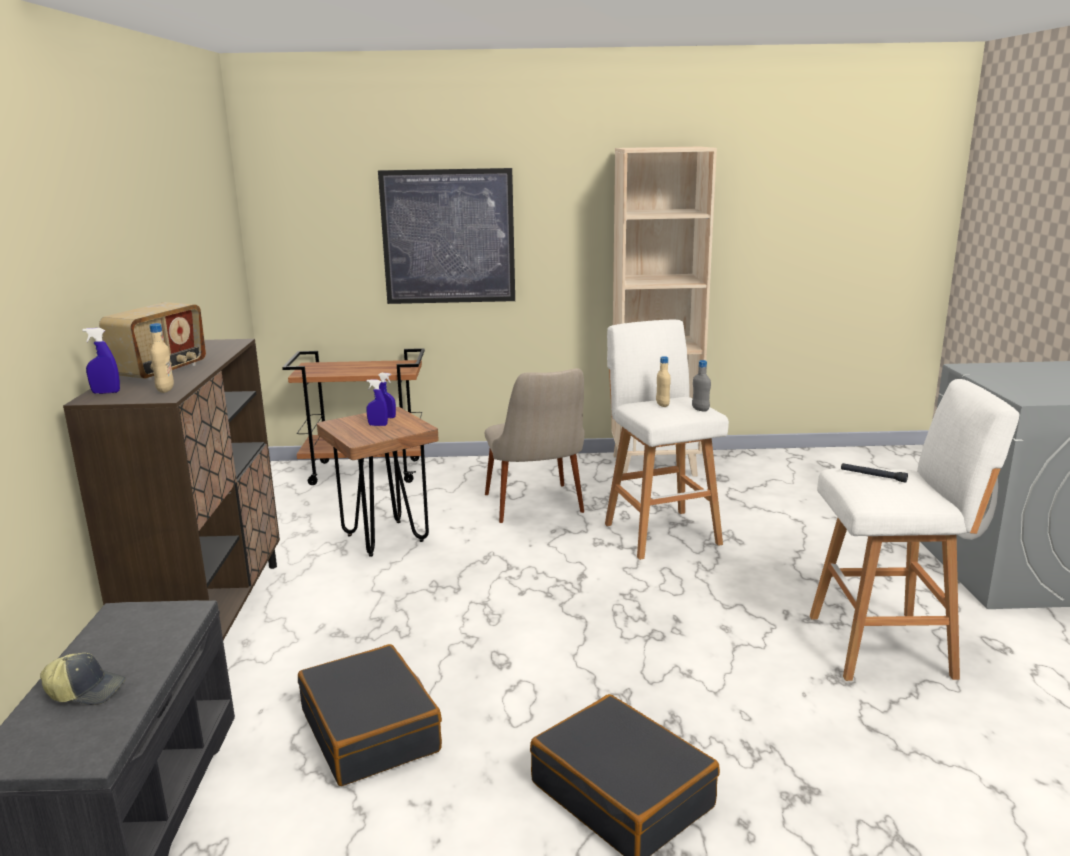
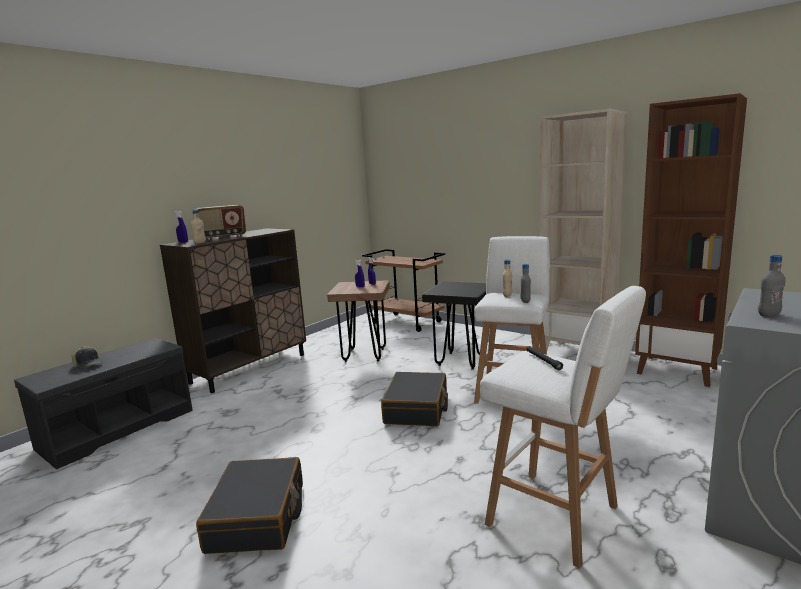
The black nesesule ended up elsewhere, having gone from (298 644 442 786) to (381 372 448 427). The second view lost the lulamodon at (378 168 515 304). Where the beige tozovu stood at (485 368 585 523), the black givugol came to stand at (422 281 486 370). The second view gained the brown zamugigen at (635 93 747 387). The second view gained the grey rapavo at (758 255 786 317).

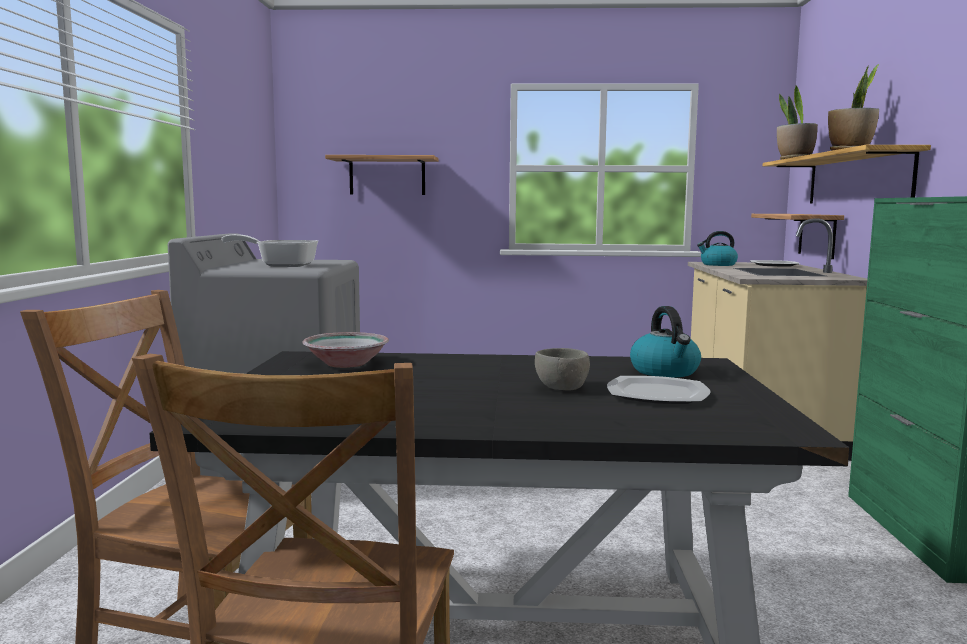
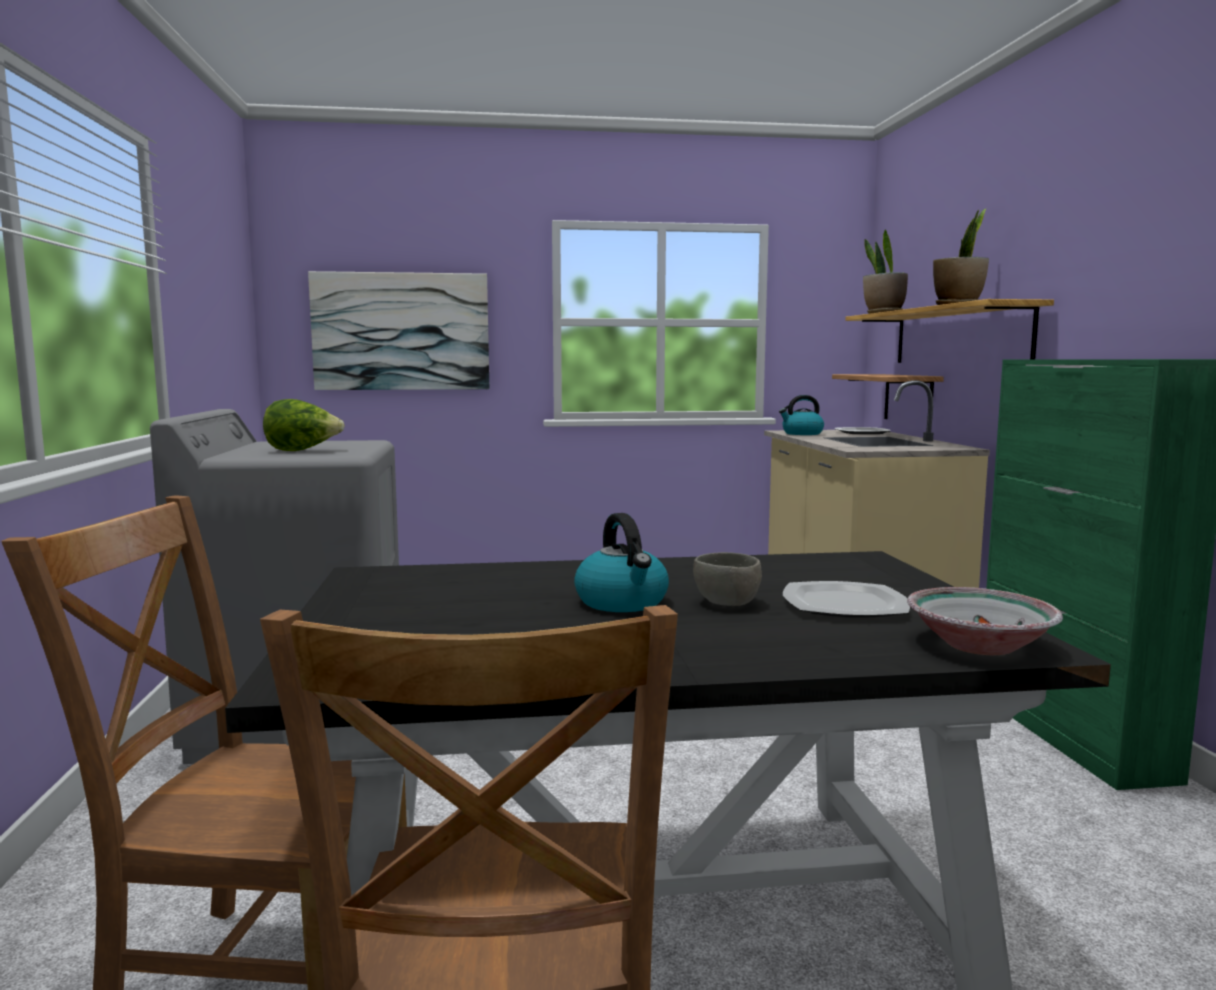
Where the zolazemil stood at (221 234 318 267), the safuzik came to stand at (263 399 345 451). The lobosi ended up elsewhere, having gone from (302 332 389 368) to (907 587 1063 655). Where the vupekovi hung at (325 155 439 195), the lulamodon came to hang at (308 271 489 390). The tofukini ended up elsewhere, having gone from (630 306 701 378) to (574 513 669 612).

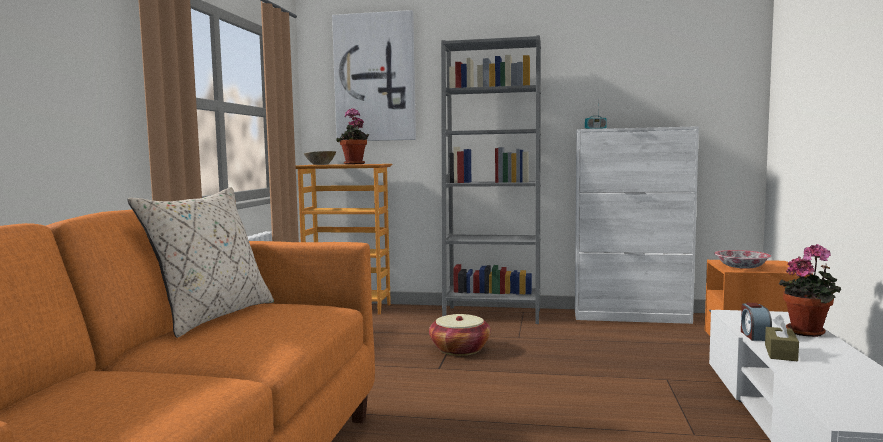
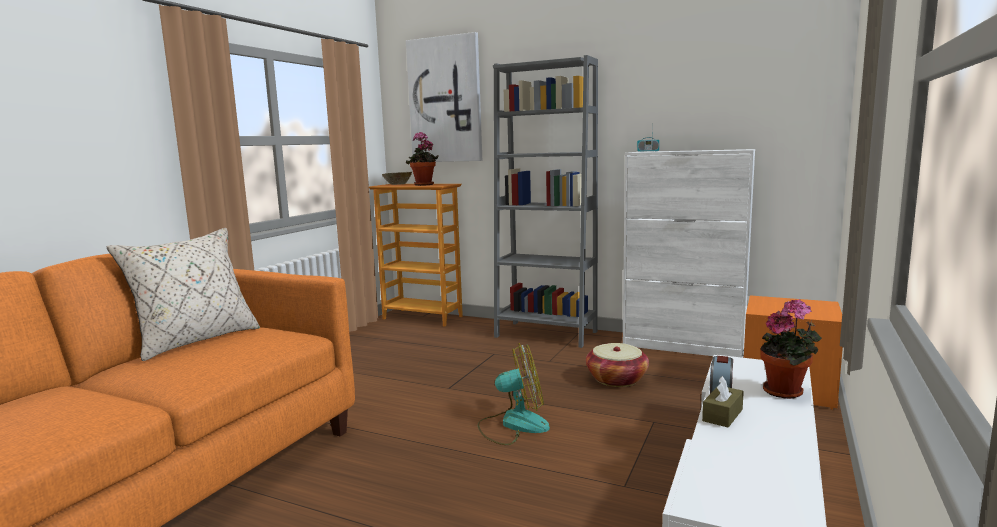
The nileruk ended up elsewhere, having gone from (429 314 491 356) to (586 343 649 387). The second view lost the lobosi at (714 250 771 269). The second view gained the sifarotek at (478 343 550 445).

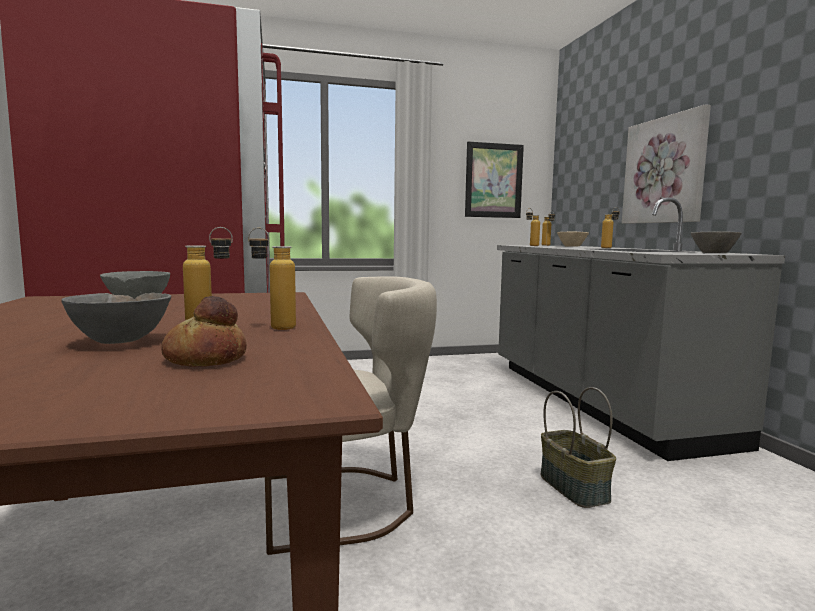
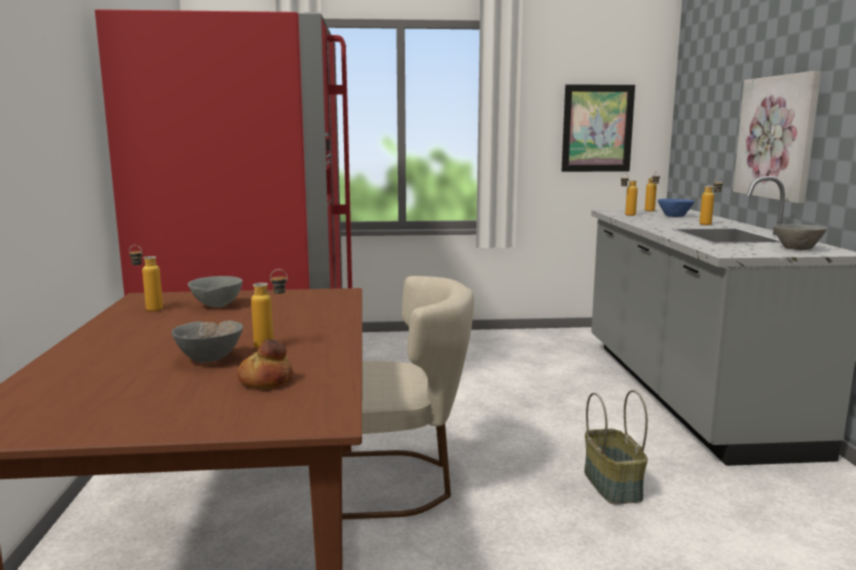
The rapavo ended up elsewhere, having gone from (248 228 296 330) to (129 245 163 311). What was the beige lobosi at (557 232 589 247) turned into the blue lobosi at (658 199 695 217).

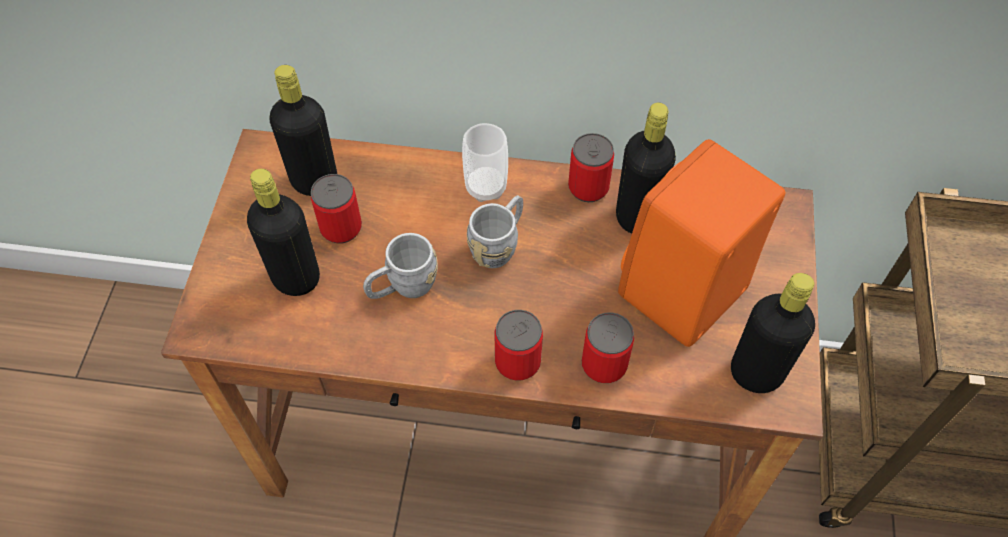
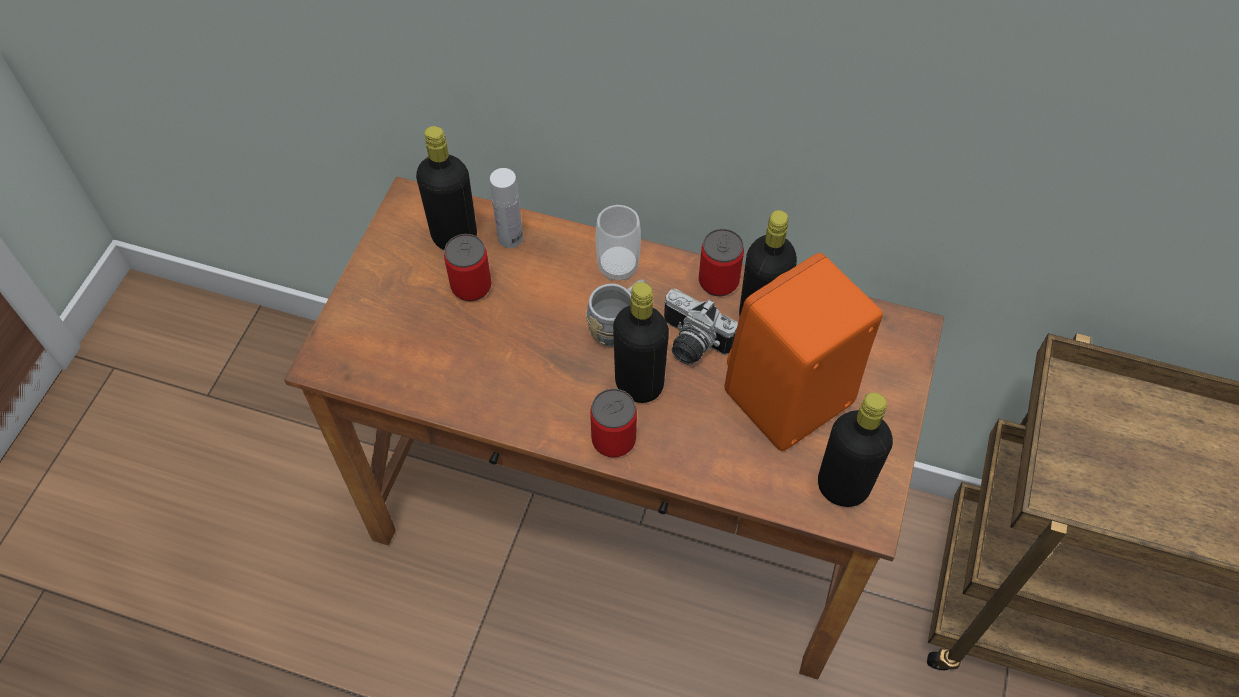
The black rapavo ended up elsewhere, having gone from (247 169 320 296) to (613 282 669 403). The second view lost the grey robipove at (363 233 438 299). The second view lost the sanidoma at (582 312 634 383). The second view gained the white rapavo at (490 168 523 248). The second view gained the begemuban at (664 289 738 365).

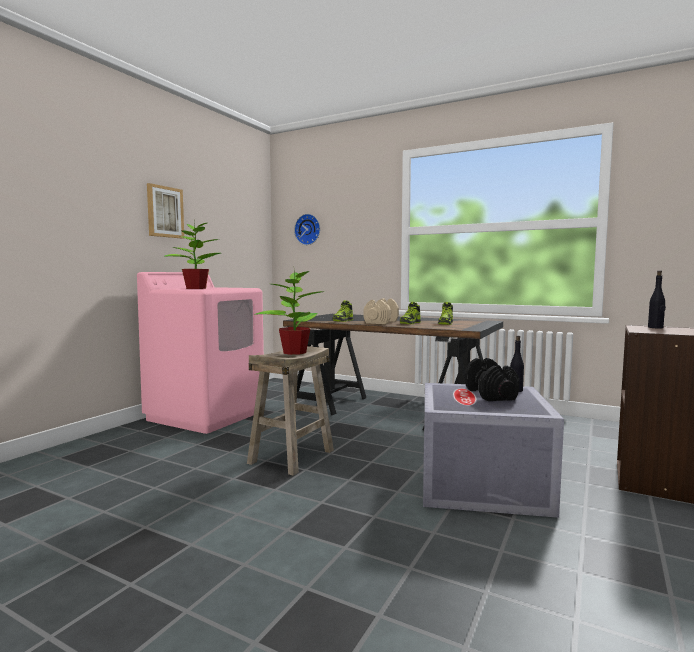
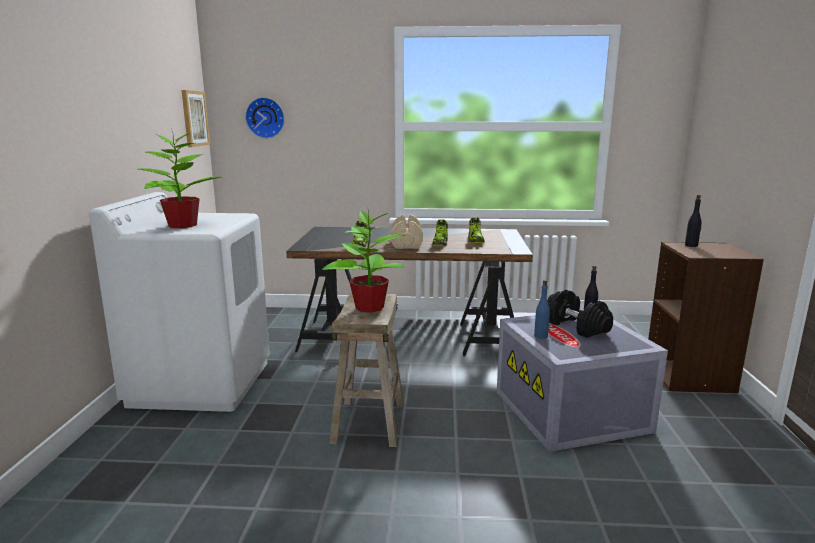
What was the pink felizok at (137 272 264 434) turned into the white felizok at (89 192 270 412). The lulamodon ended up elsewhere, having gone from (147 183 184 239) to (181 90 210 147). The second view gained the blue rapavo at (534 280 550 339).

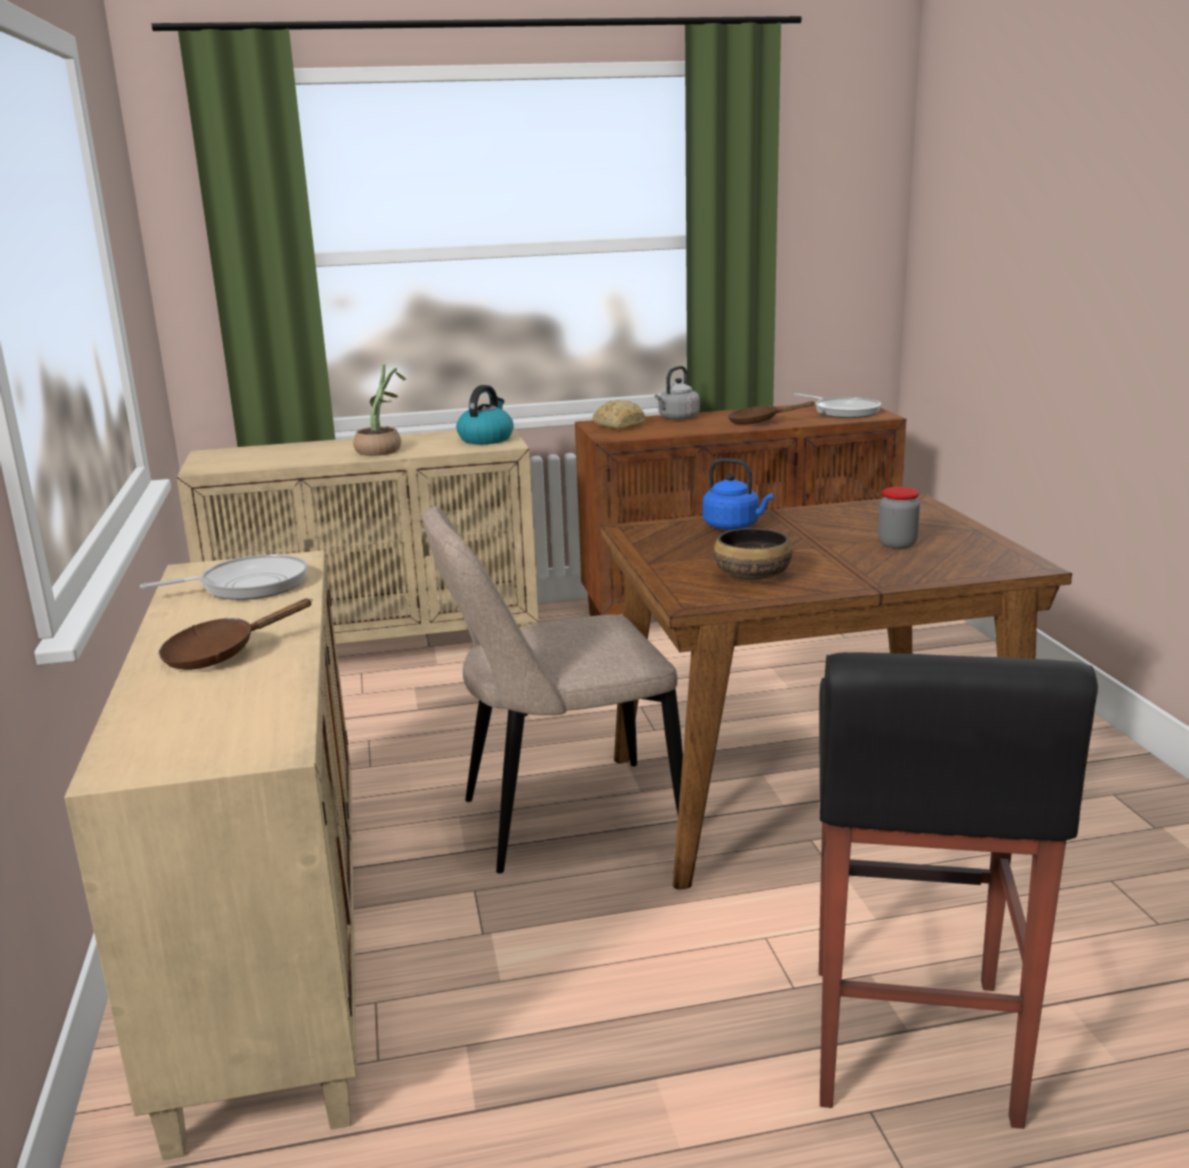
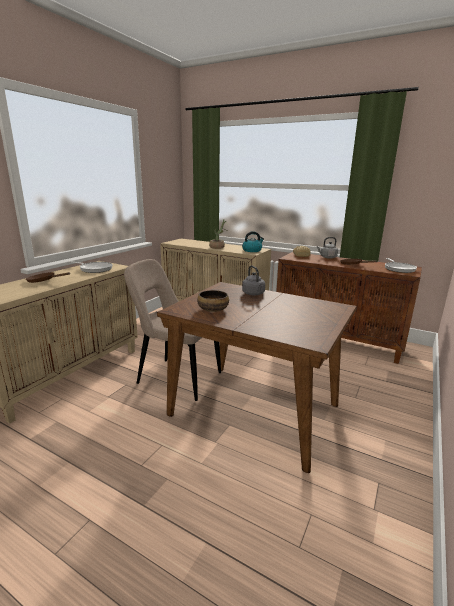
What was the blue tofukini at (702 458 774 530) turned into the grey tofukini at (242 266 265 295). The second view lost the black givugol at (819 652 1098 1129). The second view lost the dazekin at (878 487 920 549).

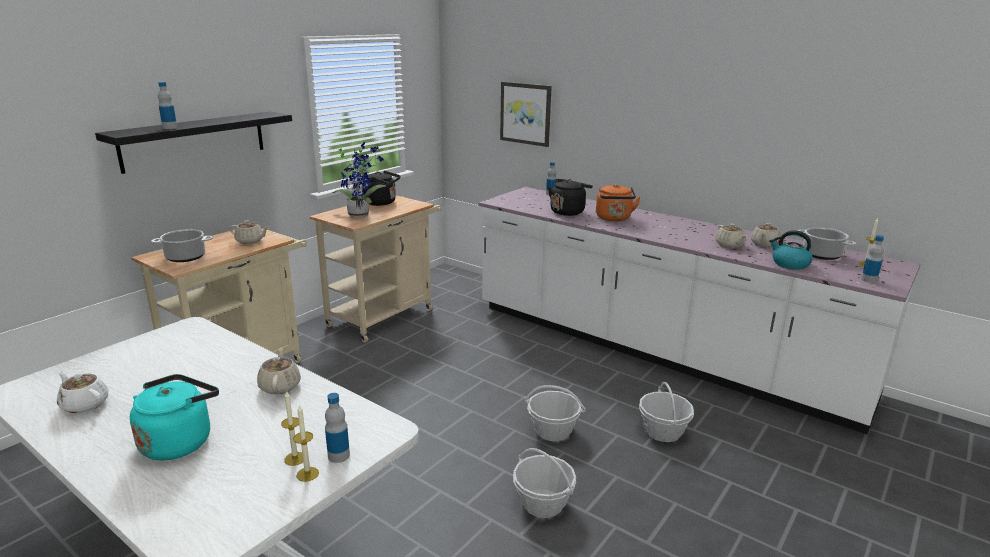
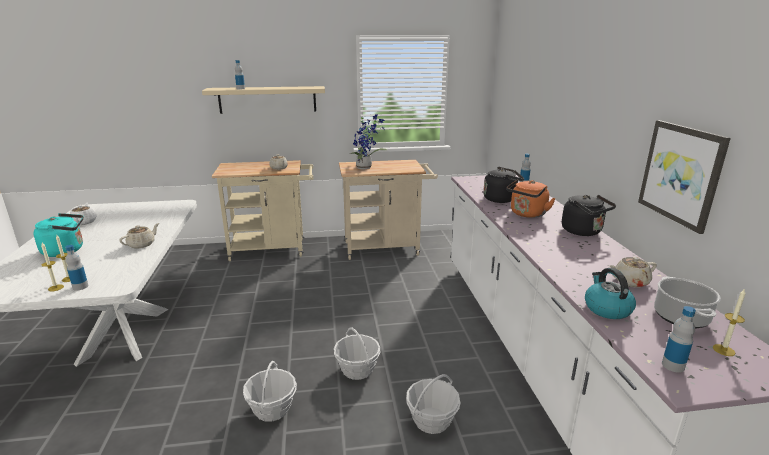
What was the black vupekovi at (95 111 292 174) turned into the beige vupekovi at (202 86 325 114). The second view lost the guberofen at (151 229 213 262). The black tofukini ended up elsewhere, having gone from (362 171 400 206) to (562 195 616 236). The lulamodon ended up elsewhere, having gone from (500 82 552 147) to (638 120 731 234). The second view lost the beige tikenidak at (716 224 746 248).

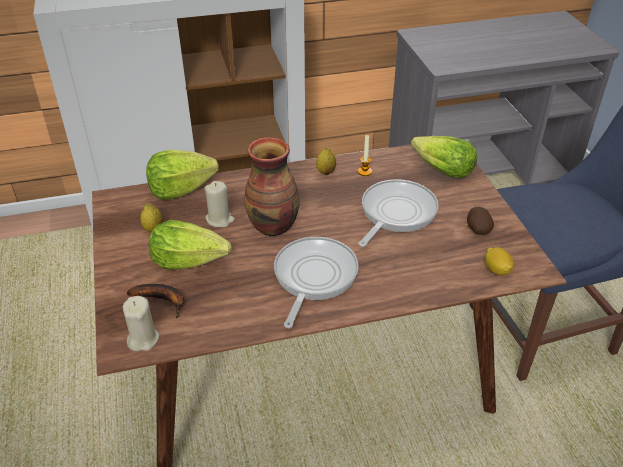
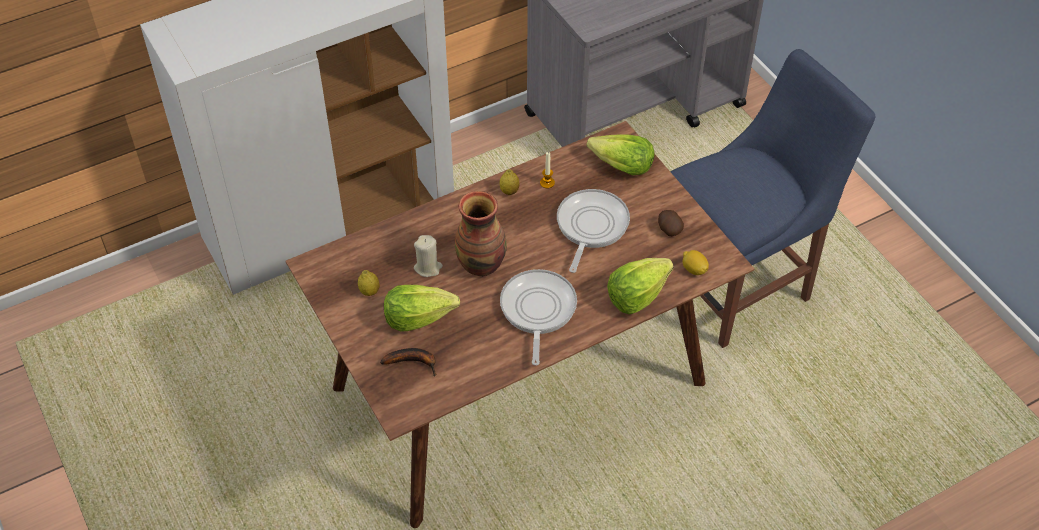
The second view lost the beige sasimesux at (123 296 159 351). The safuzik ended up elsewhere, having gone from (146 150 219 200) to (607 258 674 314).

